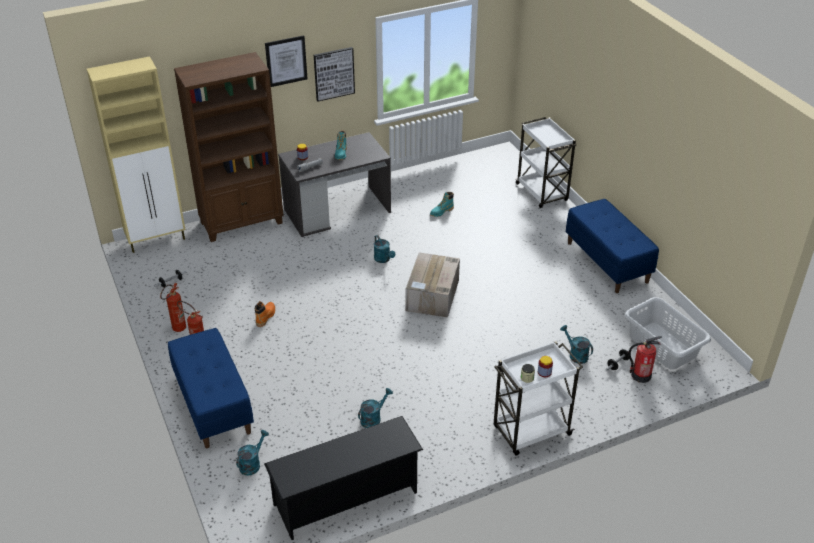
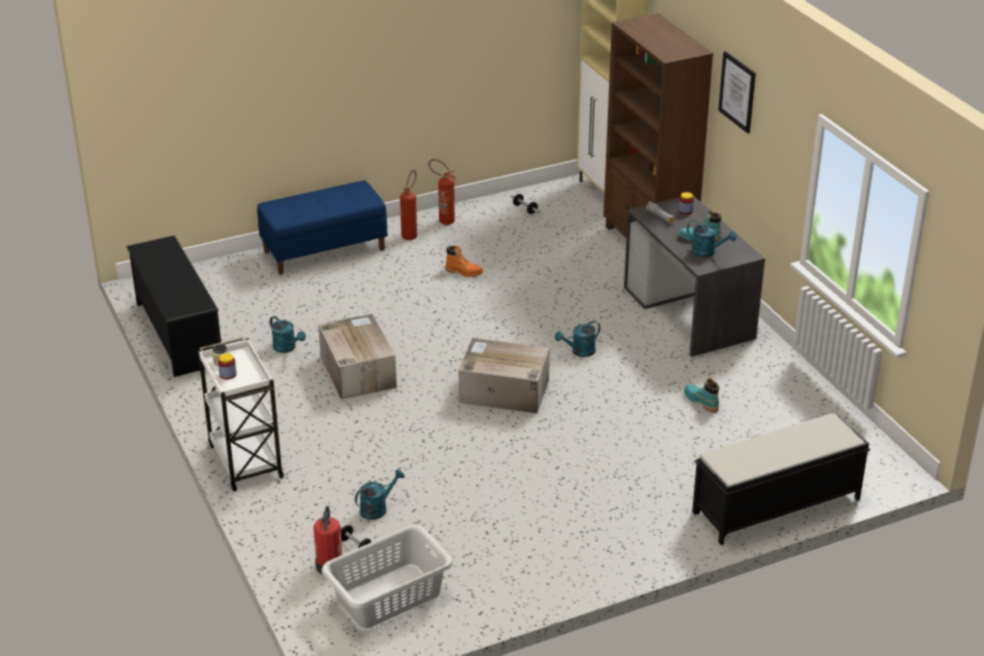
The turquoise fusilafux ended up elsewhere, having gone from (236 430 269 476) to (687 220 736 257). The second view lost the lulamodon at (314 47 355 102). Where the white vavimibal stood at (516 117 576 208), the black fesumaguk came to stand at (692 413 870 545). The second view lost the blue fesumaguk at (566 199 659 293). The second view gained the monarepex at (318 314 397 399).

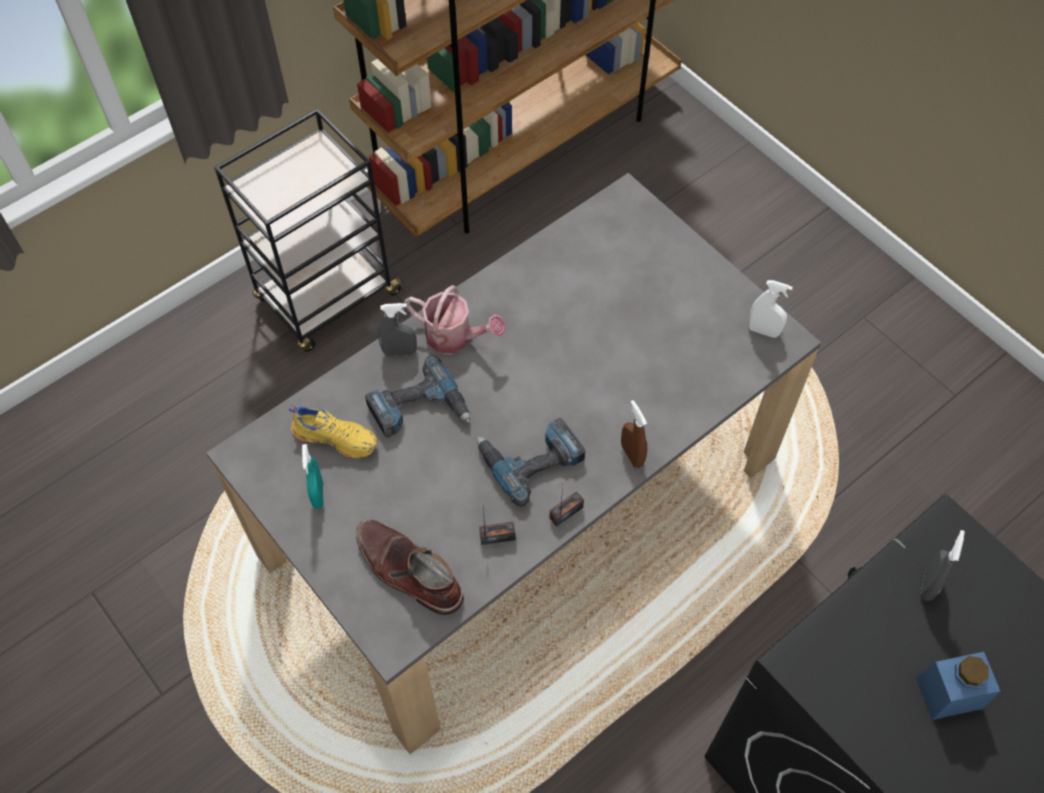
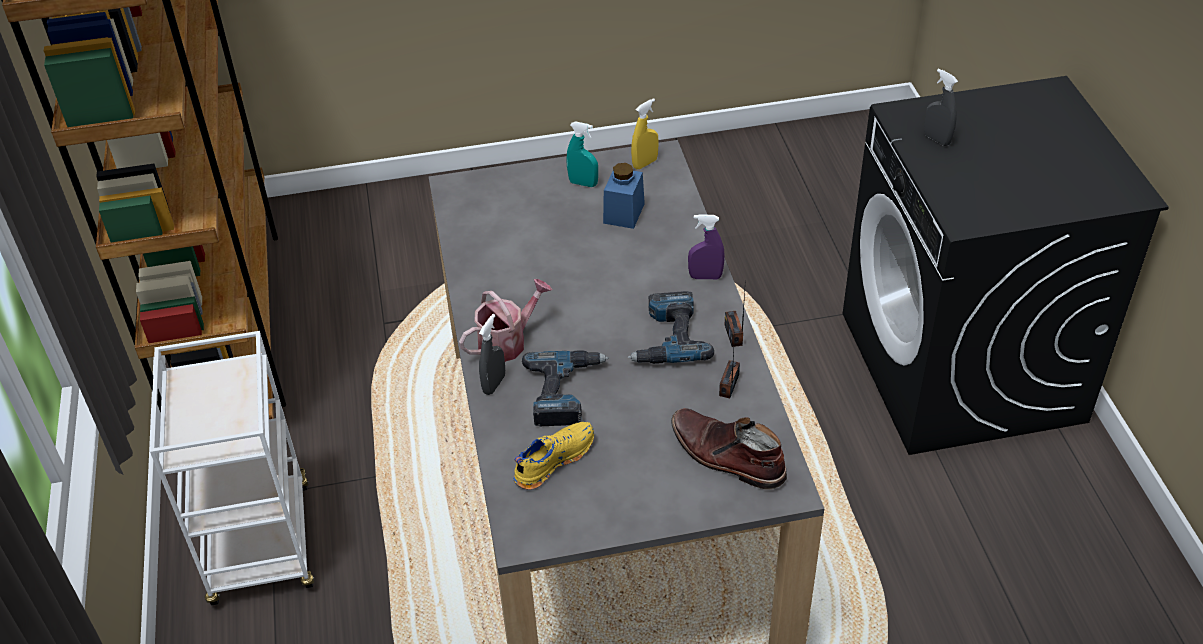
What was the black vavimibal at (214 108 406 352) turned into the white vavimibal at (150 331 315 605). The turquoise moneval ended up elsewhere, having gone from (302 444 324 509) to (567 121 598 187). The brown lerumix at (356 519 464 616) ended up facing another way, 60 degrees clockwise from before. What was the brown moneval at (621 400 647 468) turned into the purple moneval at (688 214 725 279). What was the white moneval at (748 280 793 338) turned into the yellow moneval at (631 98 659 169). The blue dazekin ended up elsewhere, having gone from (916 652 1000 720) to (603 163 645 229).

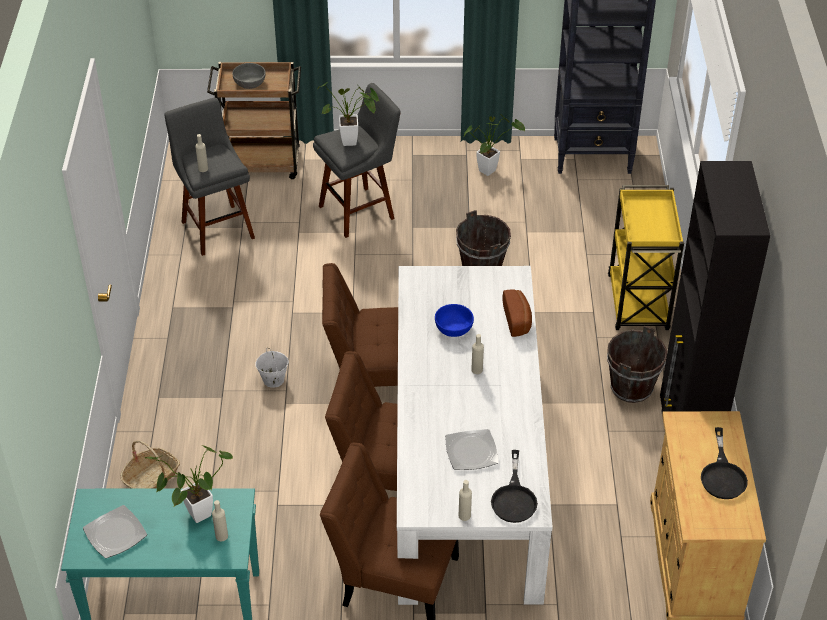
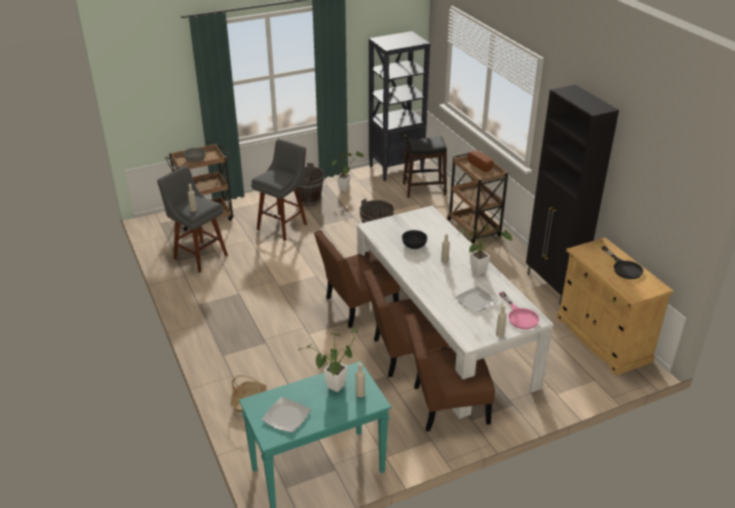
The second view lost the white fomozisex at (255 348 289 388). The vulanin ended up elsewhere, having gone from (317 82 379 146) to (458 225 513 276). What was the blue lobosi at (435 304 474 337) turned into the black lobosi at (402 230 427 249). What was the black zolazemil at (491 450 538 523) turned into the pink zolazemil at (499 292 539 329). The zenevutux ended up elsewhere, having gone from (503 289 532 337) to (468 151 493 172). The brown fomozisex ended up elsewhere, having gone from (607 326 667 403) to (298 163 324 205). What was the yellow vavimibal at (608 185 684 330) turned into the brown vavimibal at (447 151 509 243). The second view gained the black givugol at (403 136 447 198).

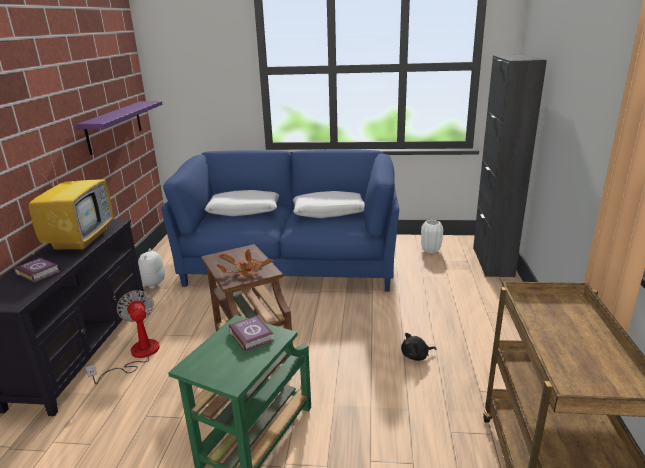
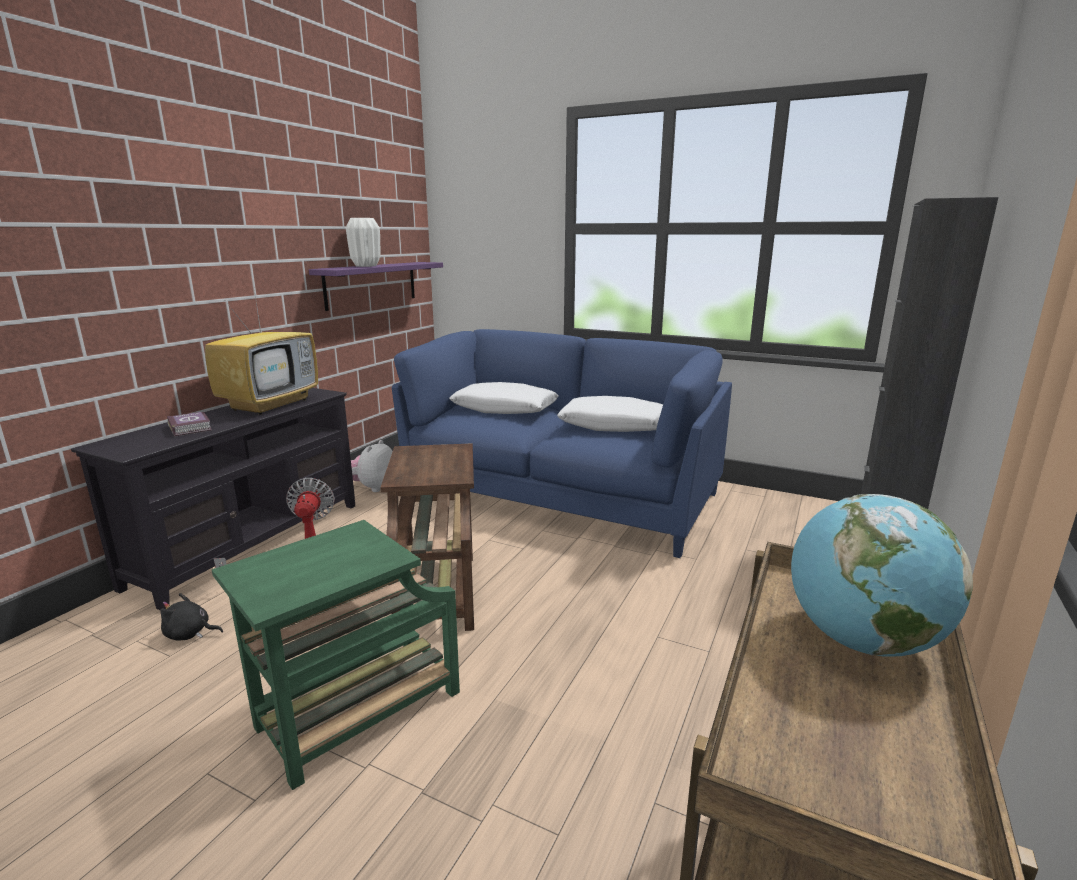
The second view lost the vulanin at (217 249 274 277). The second view lost the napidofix at (229 315 275 352). The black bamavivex ended up elsewhere, having gone from (401 333 436 361) to (160 593 223 641). The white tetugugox ended up elsewhere, having gone from (421 220 443 254) to (346 218 380 267). The second view gained the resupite at (791 494 973 657).

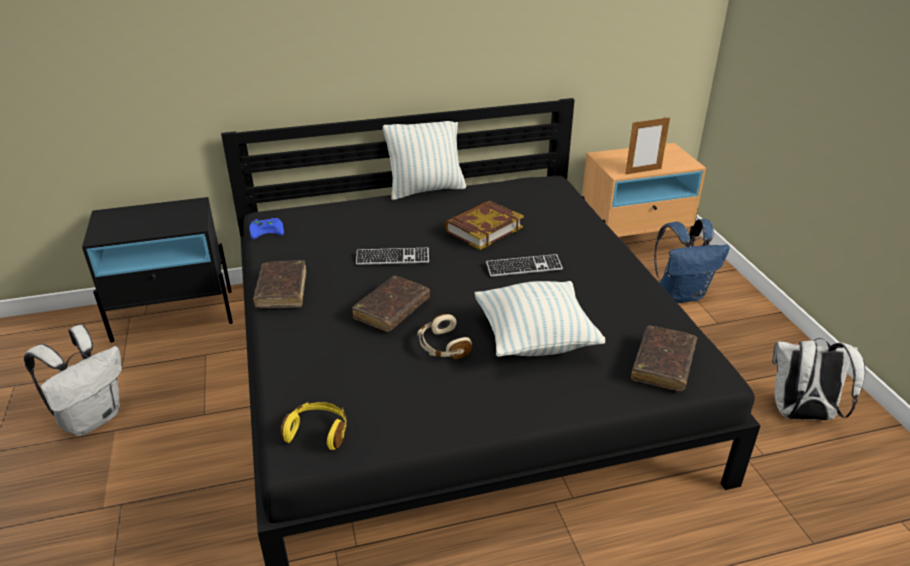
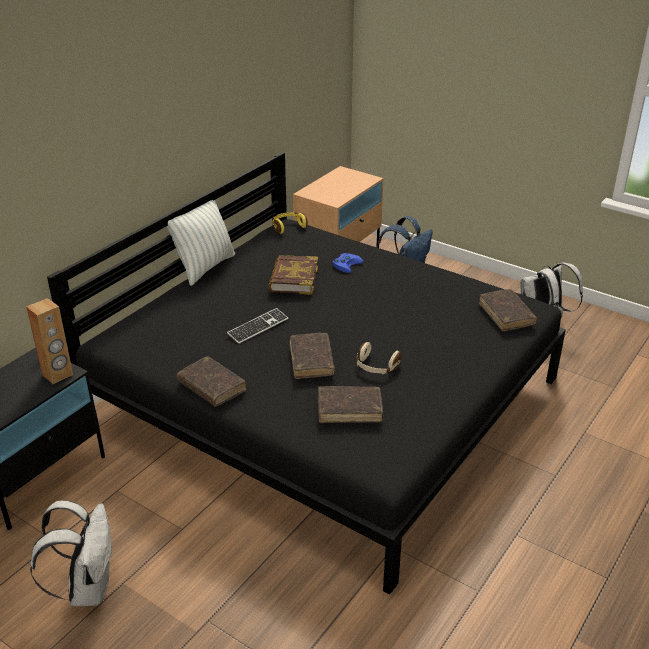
The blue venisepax ended up elsewhere, having gone from (249 218 284 239) to (333 253 364 273). The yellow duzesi ended up elsewhere, having gone from (280 402 347 450) to (272 212 308 233). The second view lost the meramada at (475 281 605 357). The second view lost the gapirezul at (486 254 563 277). The second view lost the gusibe at (625 117 670 175). The second view gained the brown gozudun at (26 298 73 384). The second view gained the brown napidofix at (318 386 383 423).

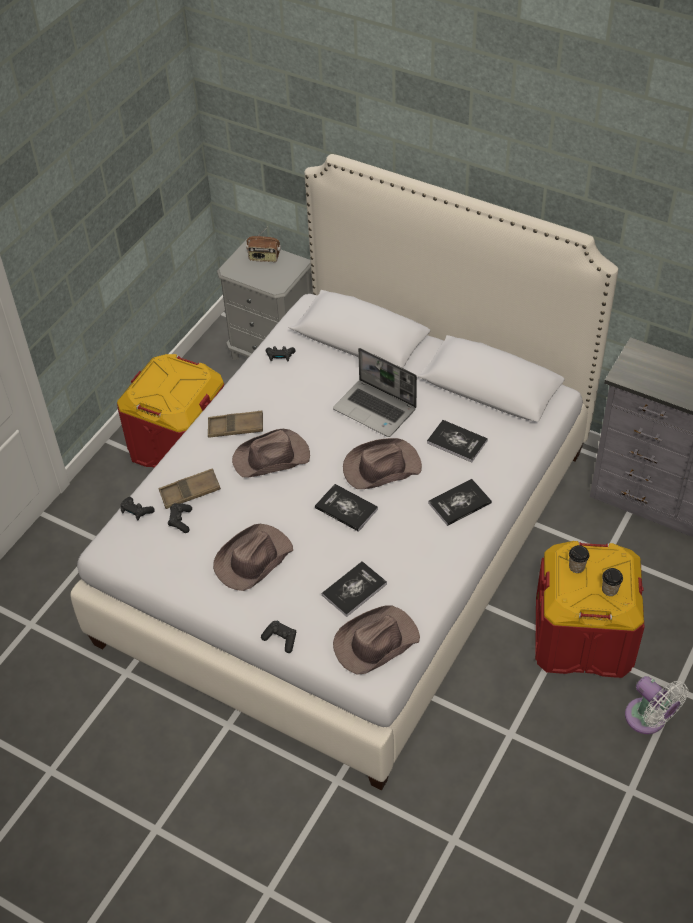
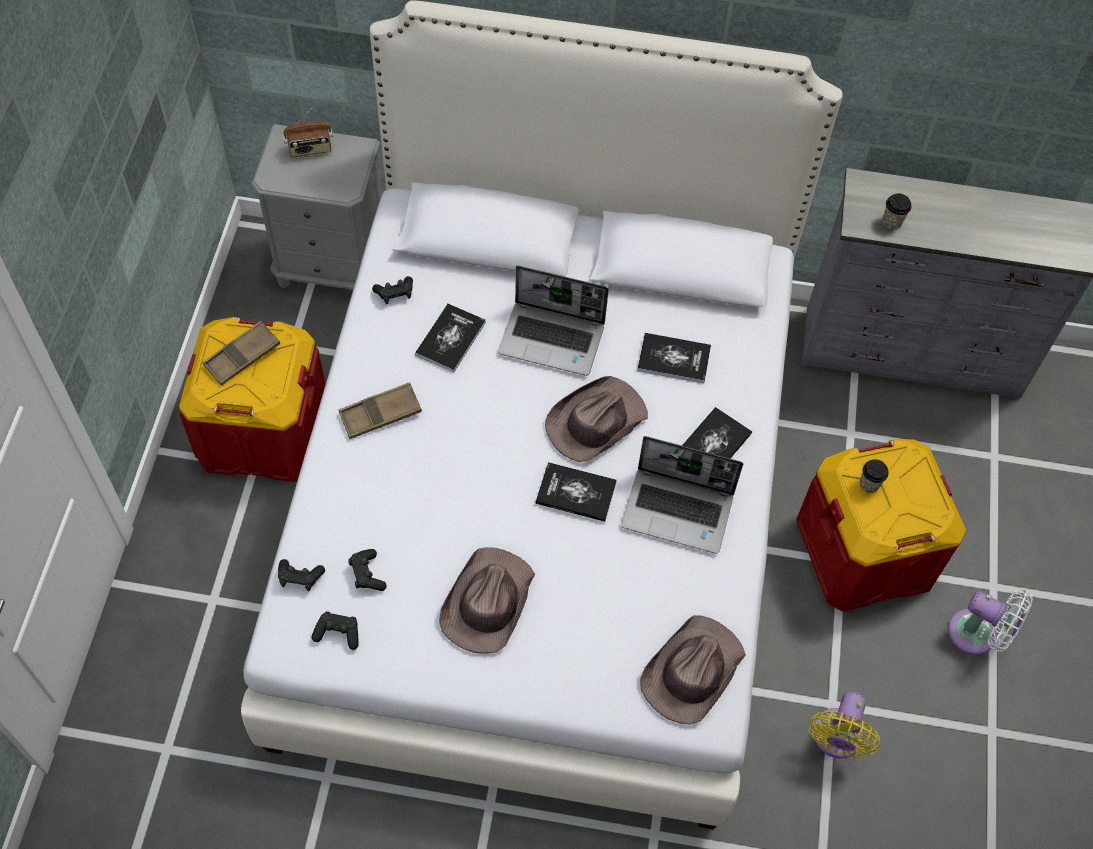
The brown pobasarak ended up elsewhere, having gone from (159 468 221 509) to (203 321 280 386). The second view lost the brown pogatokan at (232 429 310 478). The black venisepax ended up elsewhere, having gone from (261 621 296 653) to (312 611 359 650). The napidofix ended up elsewhere, having gone from (322 561 387 617) to (415 304 486 372). The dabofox ended up elsewhere, having gone from (602 568 623 596) to (883 193 911 229). The second view gained the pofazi at (621 436 743 554). The second view gained the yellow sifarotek at (809 691 880 758).

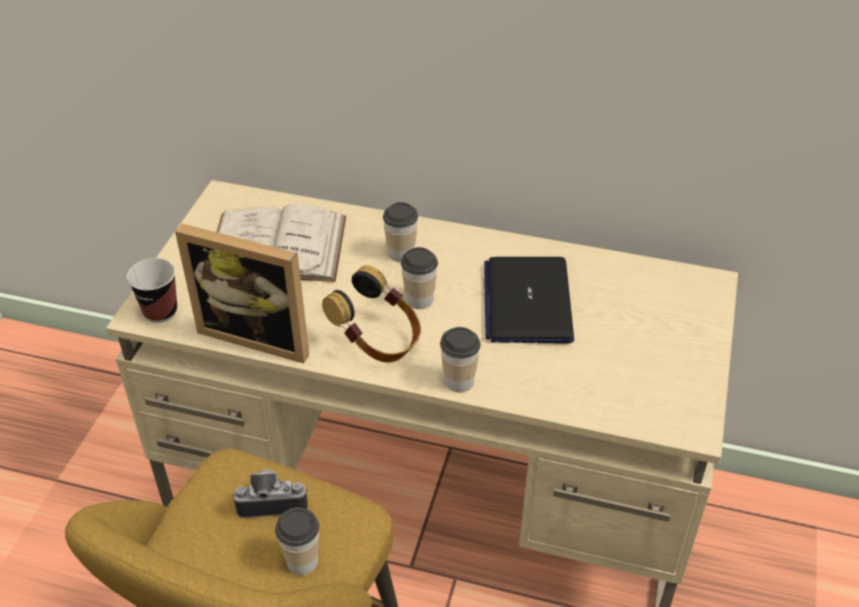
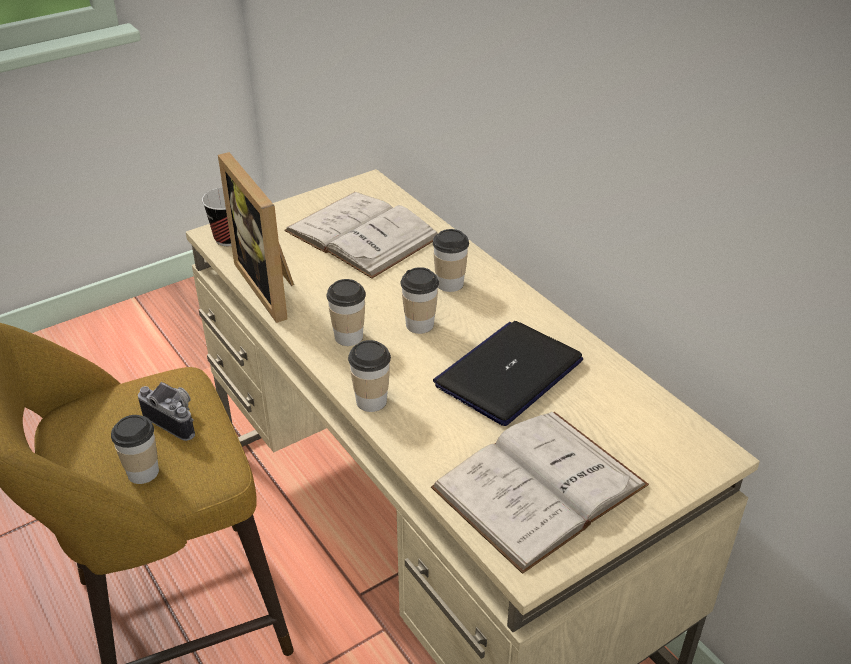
Where the duzesi stood at (322 265 421 363), the dabofox came to stand at (326 279 366 346). The second view gained the white napidofix at (431 412 649 574).

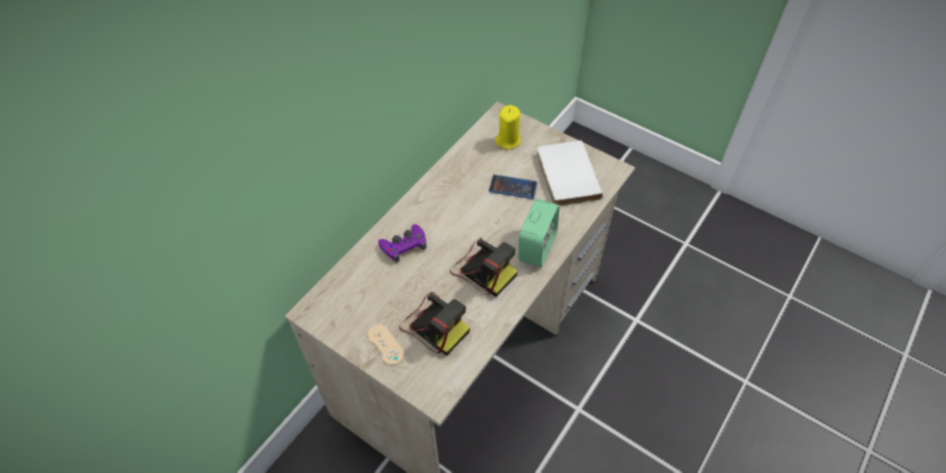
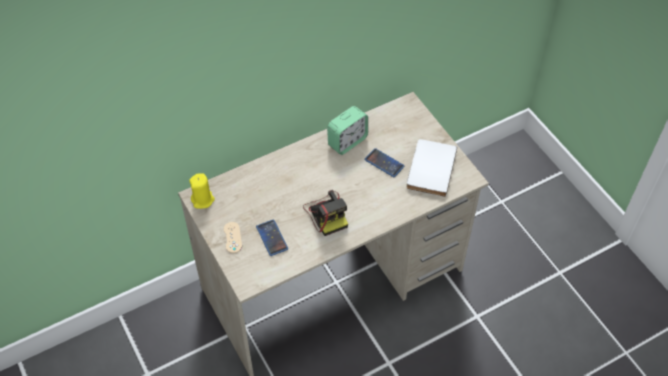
The second view lost the purple venisepax at (378 224 426 262). Where the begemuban stood at (399 292 470 356), the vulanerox came to stand at (256 220 288 256). The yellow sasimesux ended up elsewhere, having gone from (495 105 521 150) to (189 173 215 209). The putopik ended up elsewhere, having gone from (518 199 559 267) to (327 106 368 155).

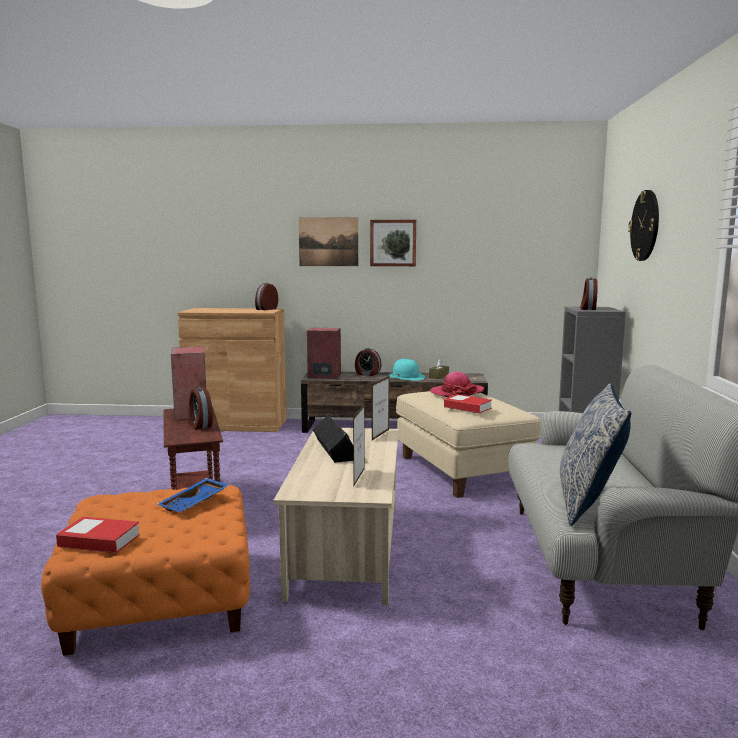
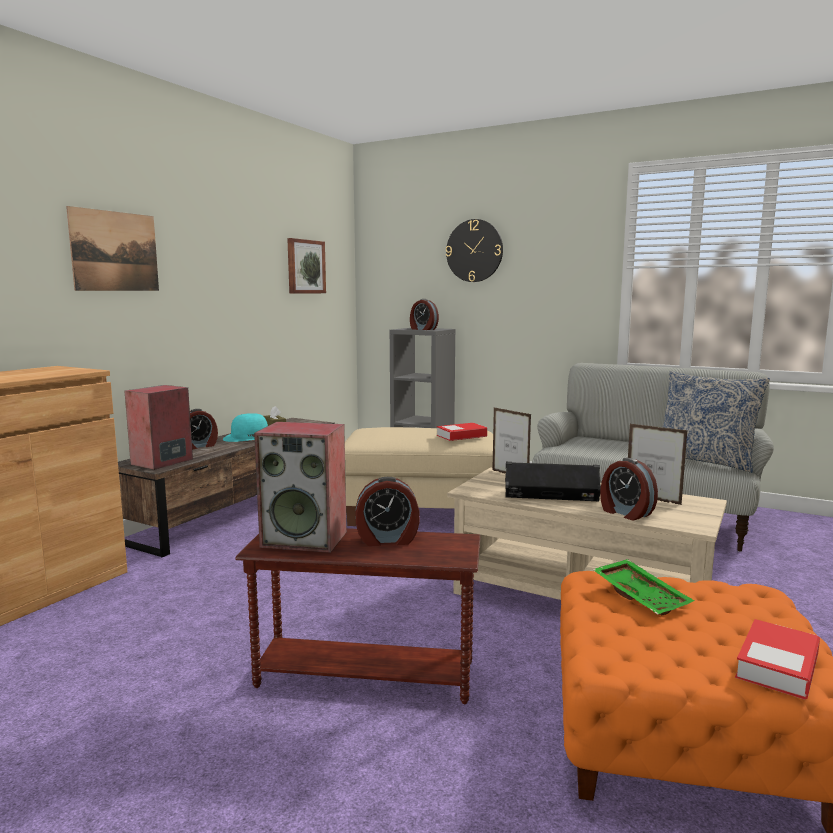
What was the blue pobasarak at (157 478 229 512) turned into the green pobasarak at (592 559 694 615). The putopik ended up elsewhere, having gone from (255 283 278 310) to (600 458 658 520). The lulamodon ended up elsewhere, having gone from (370 220 416 266) to (287 238 326 293). The second view lost the pogatokan at (430 372 484 397).

